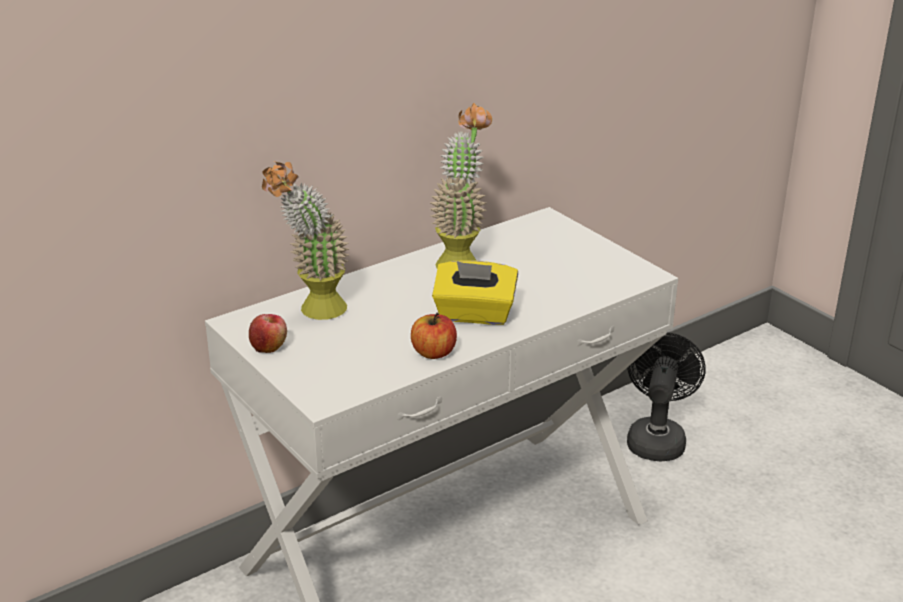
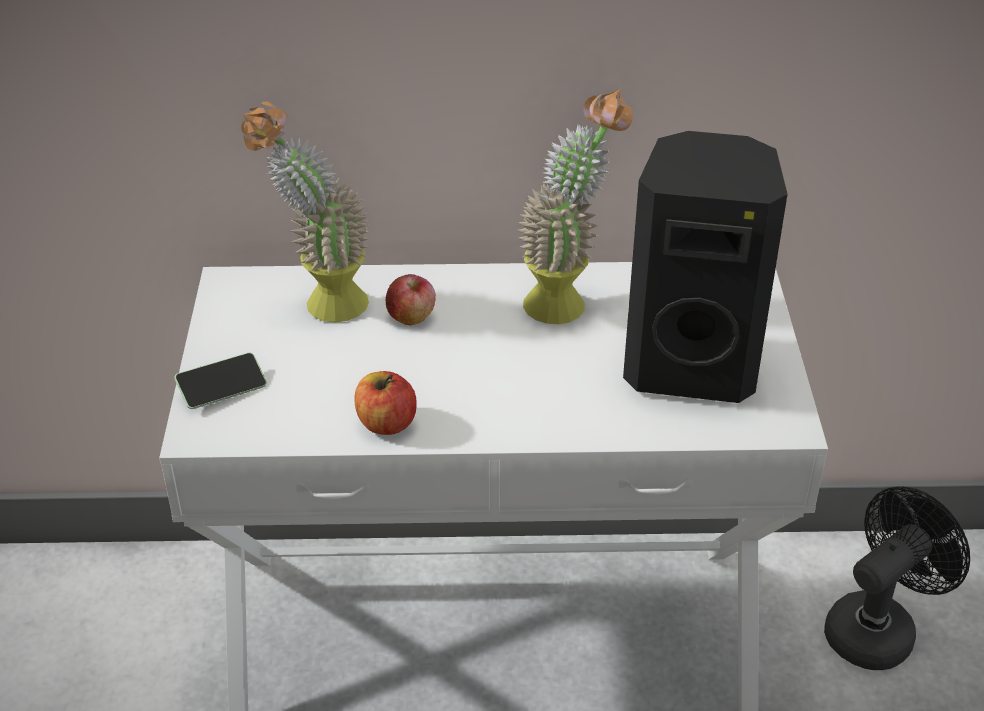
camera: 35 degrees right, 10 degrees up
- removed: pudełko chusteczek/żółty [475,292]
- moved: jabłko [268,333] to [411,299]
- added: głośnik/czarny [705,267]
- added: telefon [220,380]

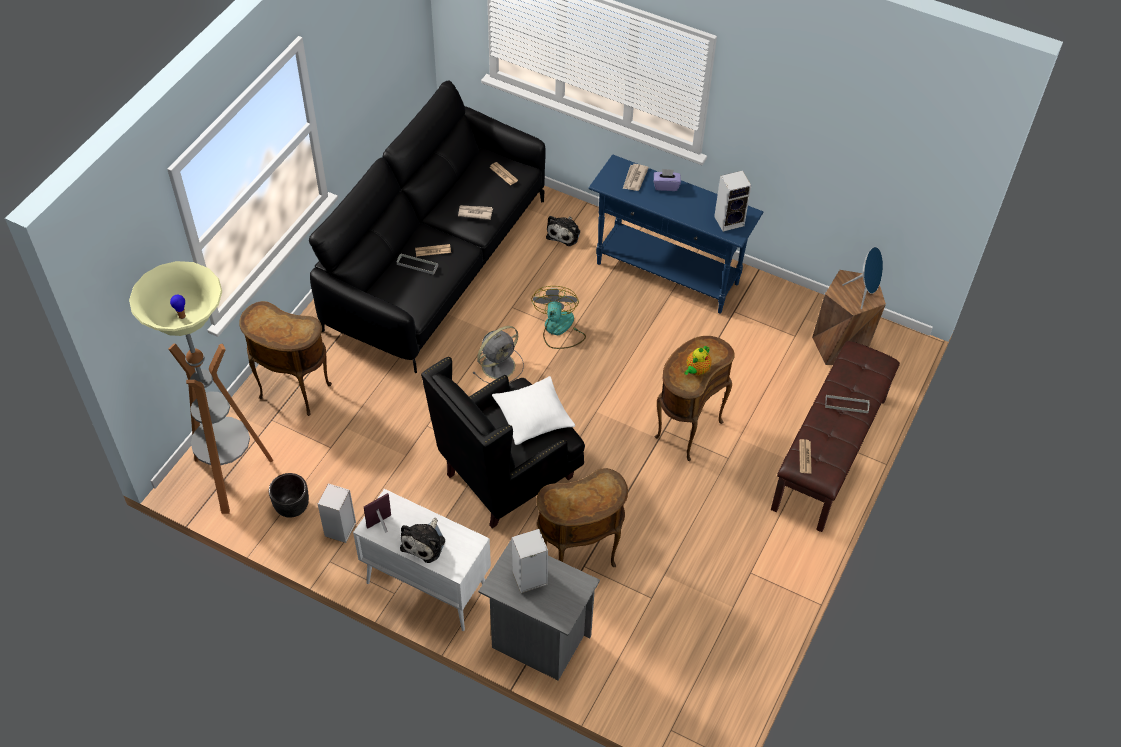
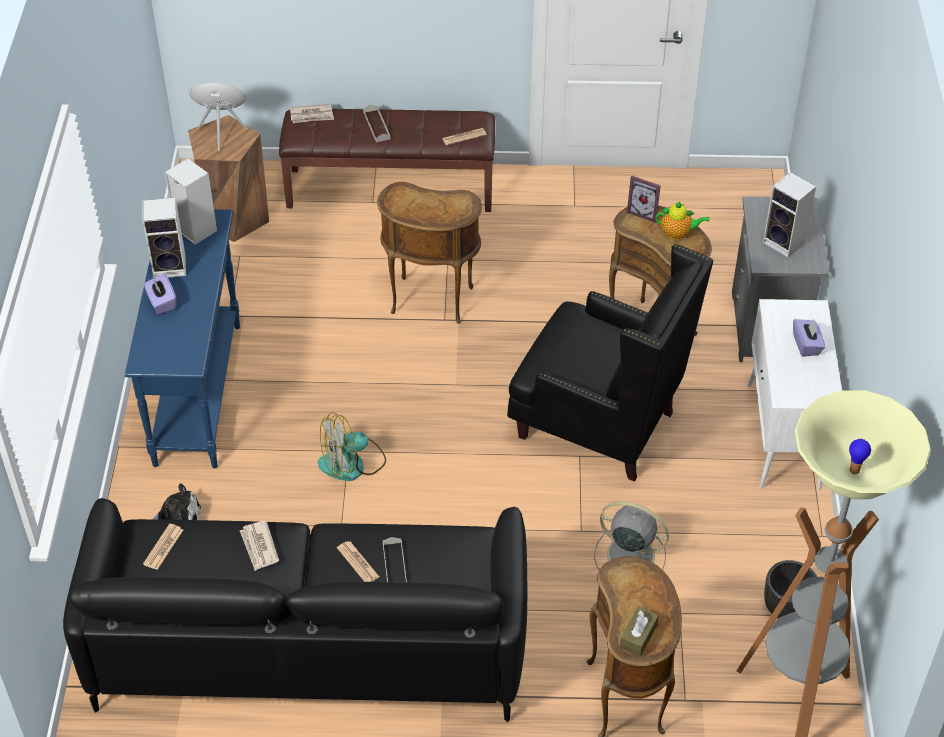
camera: 115 degrees left, 5 degrees down
- moved: gazeta [636,177] to [312,113]
- moved: wentylator/szary [498,355] to [631,535]
- moved: imbryk [698,360] to [682,221]
- removed: poduszka/biały [533,410]
- moved: głośnik [337,513] to [164,238]
- moved: ramka na zdjęcie [377,513] to [644,199]
- replaced: pluszak [422,540] to pudełko chusteczek/fioletowy [809,338]
- added: pudełko chusteczek/brązowy [639,631]

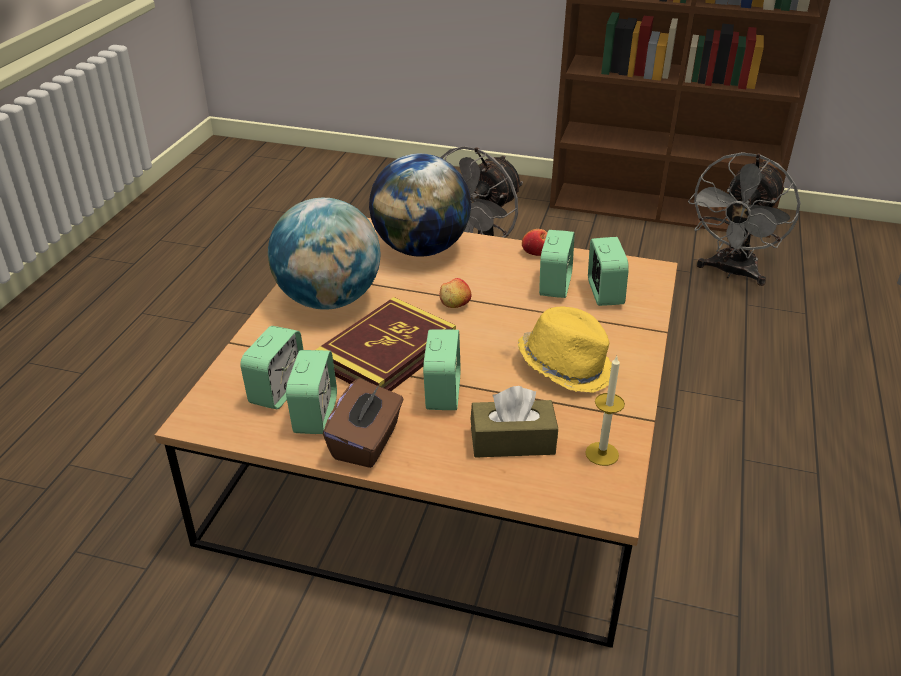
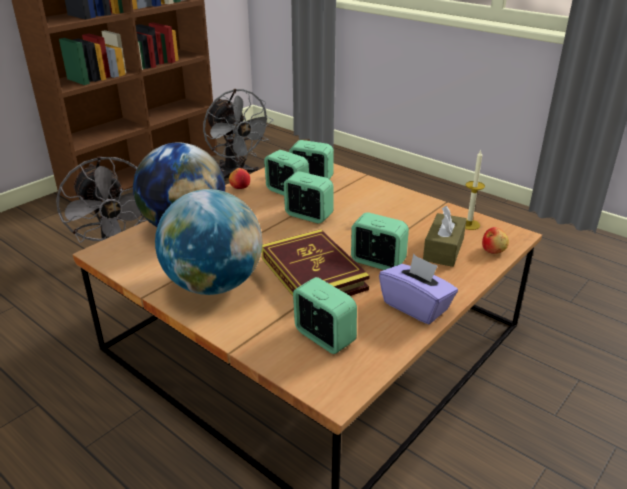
camera: 65 degrees left, 5 degrees down
- moved: jabłko [455,293] to [495,240]
- removed: kapelusz/żółty [565,349]
- moved: budzik [311,392] to [308,197]
- recoloured: pudełko chusteczek/brązowy [363,423] to pudełko chusteczek/fioletowy [418,289]

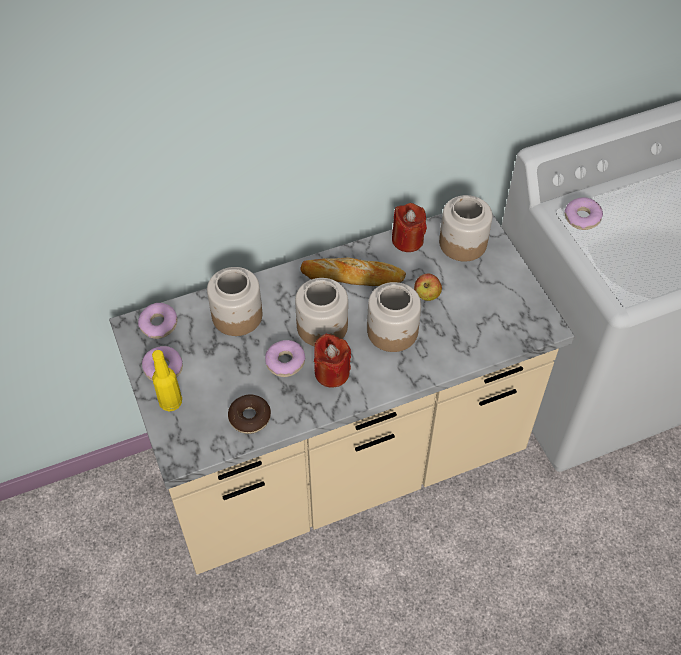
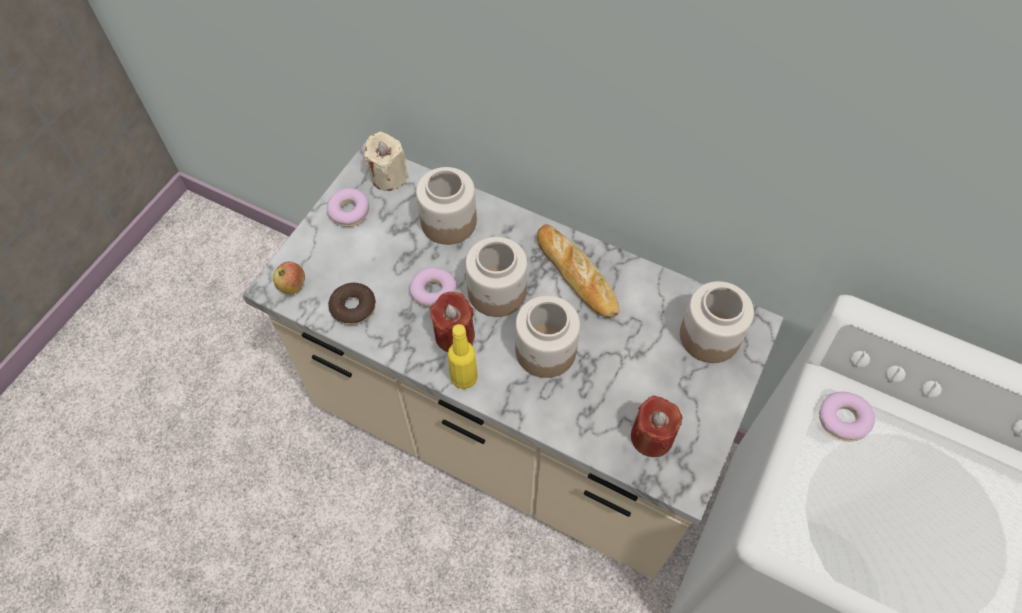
camera: 50 degrees right, 5 degrees up
- moved: świeca/czerwony [409,227] to [656,426]
- moved: jabłko [428,287] to [289,278]
- replaced: donut [157,321] to świeca/beżowy [386,161]
- moved: butelka/żółty [167,380] to [463,356]

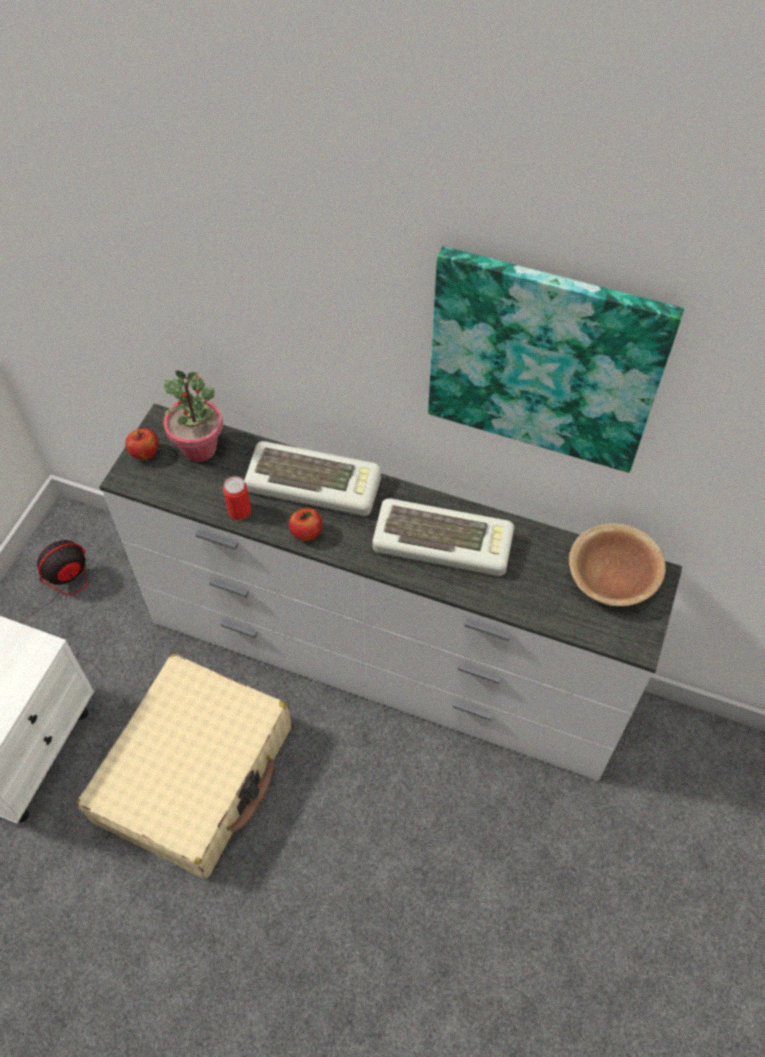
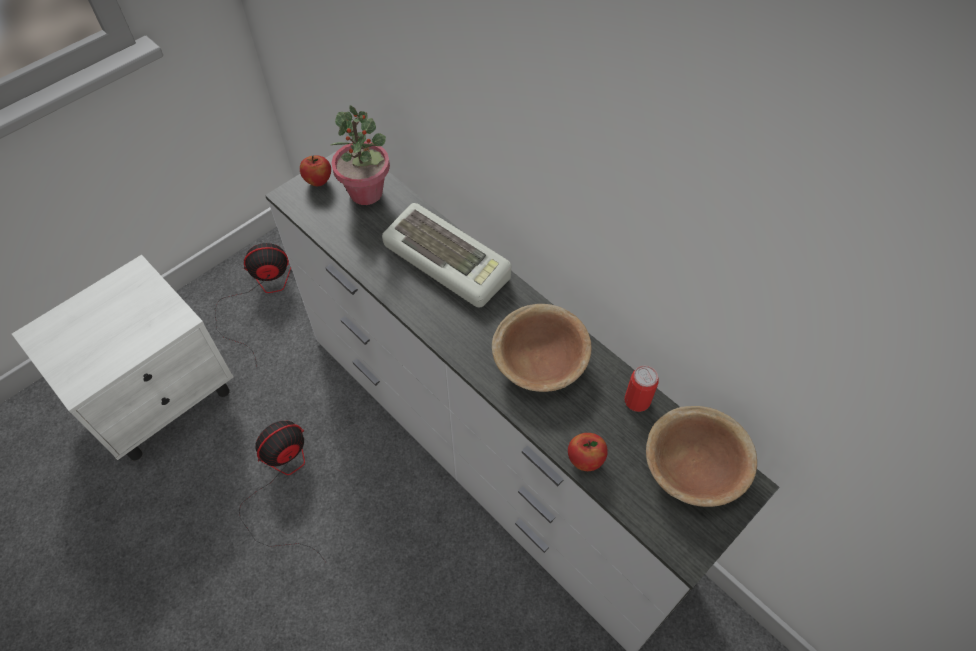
camera: 25 degrees right, 0 degrees up
- removed: obraz [556,359]
- moved: puszka [237,498] to [642,389]
- replaced: klawiatura [443,537] to miska/brązowy [542,348]
- moved: jabłko [305,524] to [588,452]
- replaced: walizka/beżowy [184,766] to wentylator [282,492]

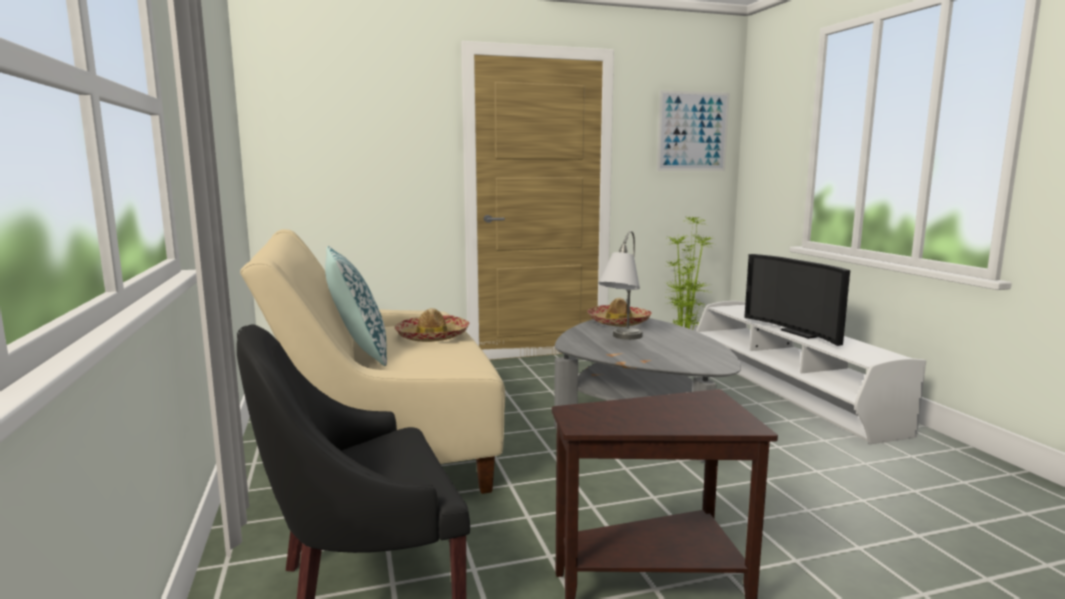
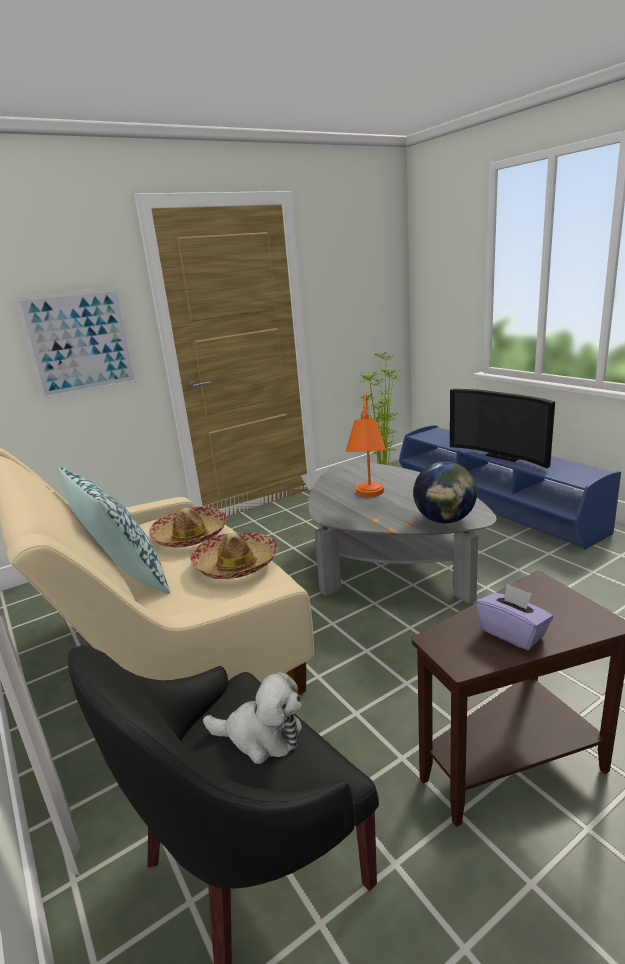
camera: 15 degrees left, 10 degrees up
- moved: obraz [693,130] to [76,344]
- recoloured: lampa stołowa/szary [620,285] to lampa stołowa/pomarańczowy [365,445]
- moved: kapelusz [619,312] to [234,555]
- recoloured: szafka pod telewizor/biały [811,372] to szafka pod telewizor/niebieski [510,487]
- added: globus [445,492]
- added: pudełko chusteczek/fioletowy [514,616]
- added: pluszak [252,718]

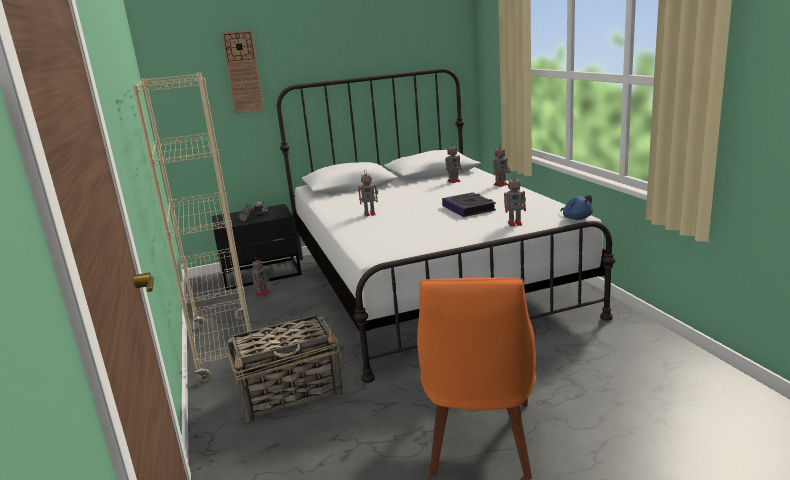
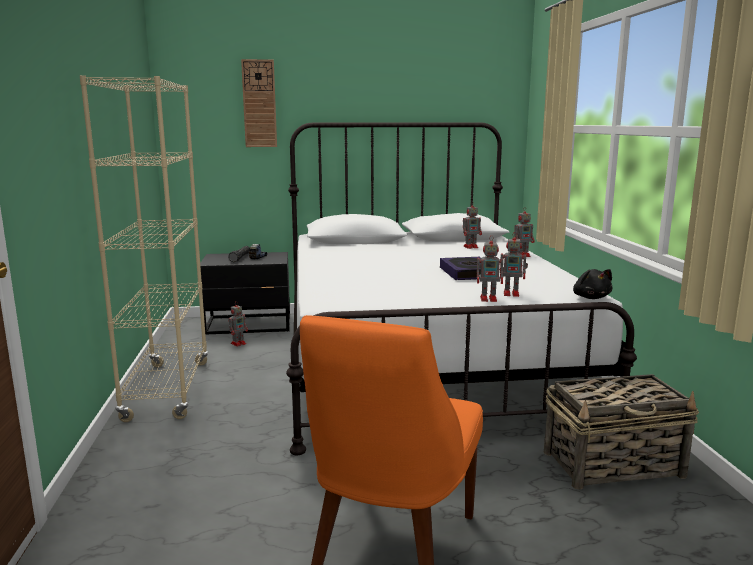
camera: 10 degrees right, 5 degrees down
- moved: robot zabawkowy [368,193] to [491,268]
- recoloured: pluszak/niebieski [577,207] to pluszak/czarny [592,284]
- moved: koszyk [285,368] to [621,432]

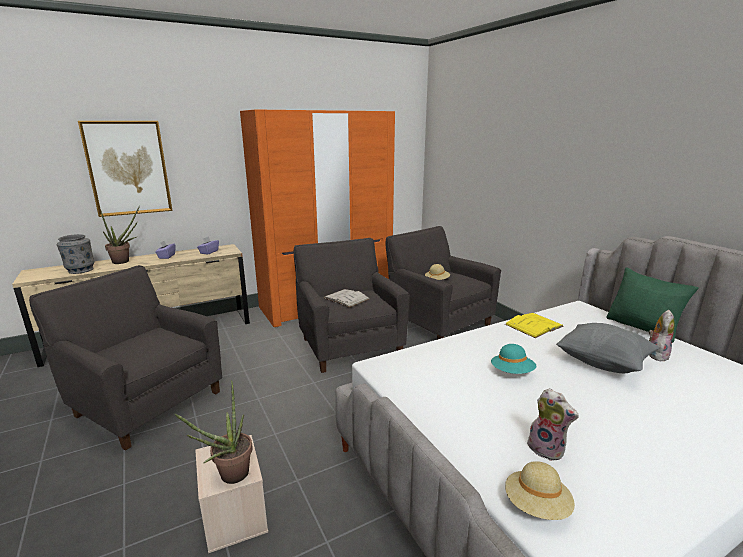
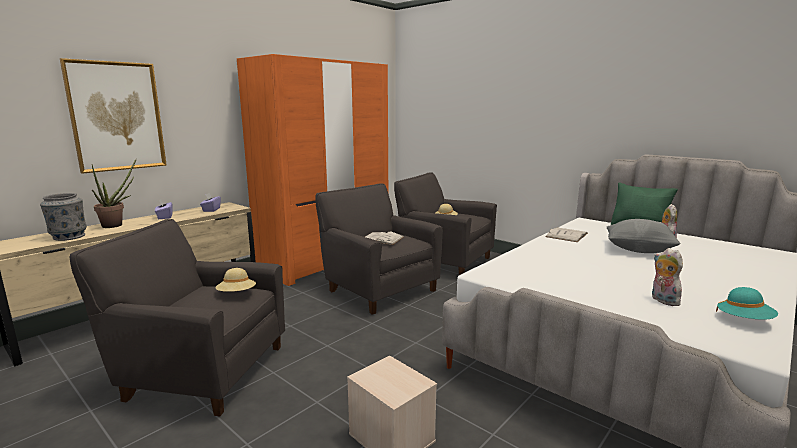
camera: 20 degrees left, 5 degrees down
- recoloured: książka/żółty [534,325] to książka/biały [567,234]
- moved: kapelusz/turkusowy [514,359] to [747,303]
- removed: roślina doniczkowa [214,432]
- turned: pluszak [553,424] = [667,277] 135 degrees counterclockwise
- moved: kapelusz/beżowy [540,490] to [235,280]

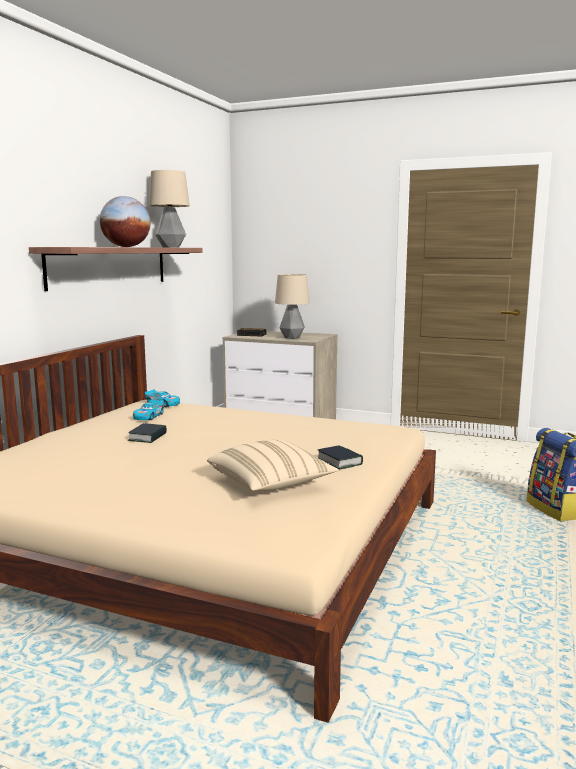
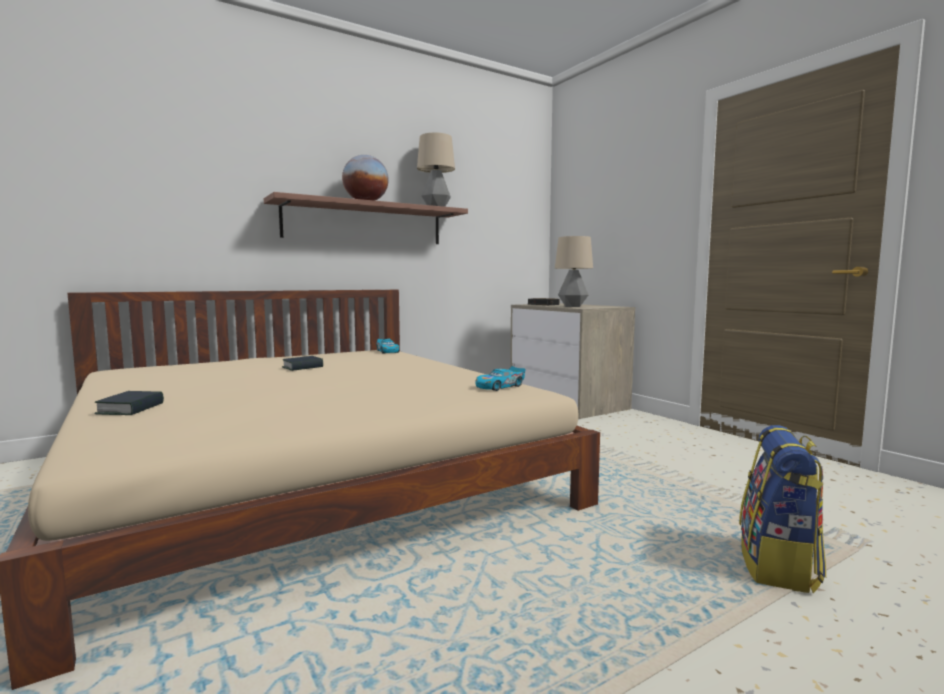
camera: 35 degrees right, 5 degrees down
- moved: samochodzik [148,409] to [500,378]
- removed: poduszka/beżowy [272,465]
- moved: książka [340,457] to [129,403]

